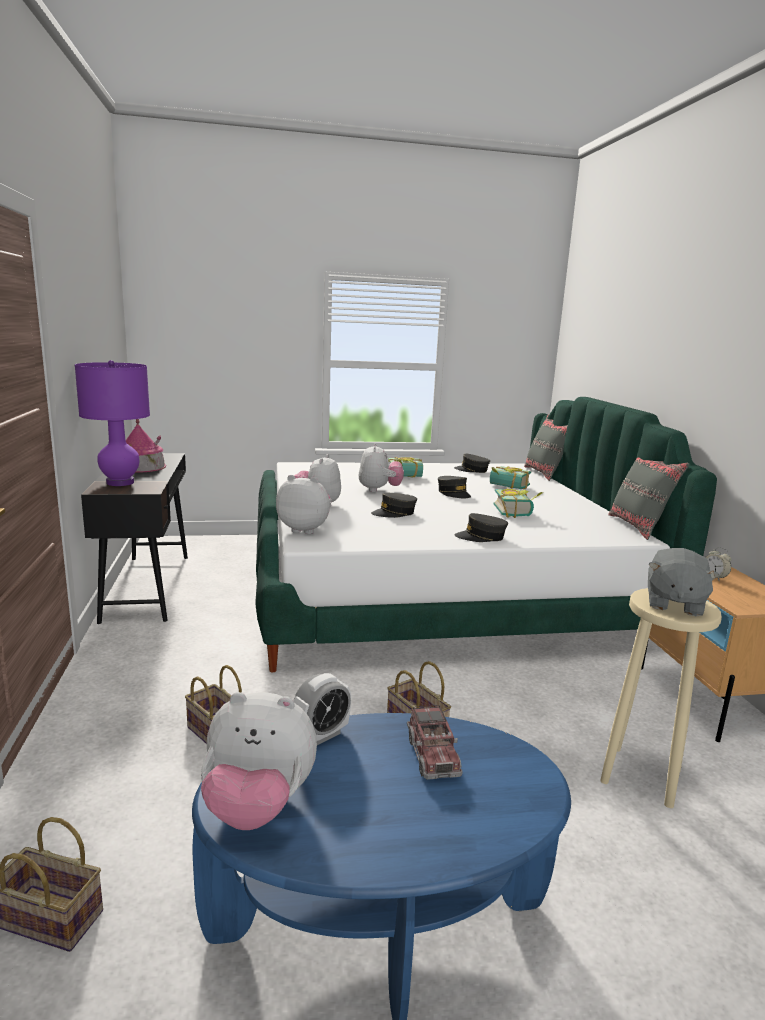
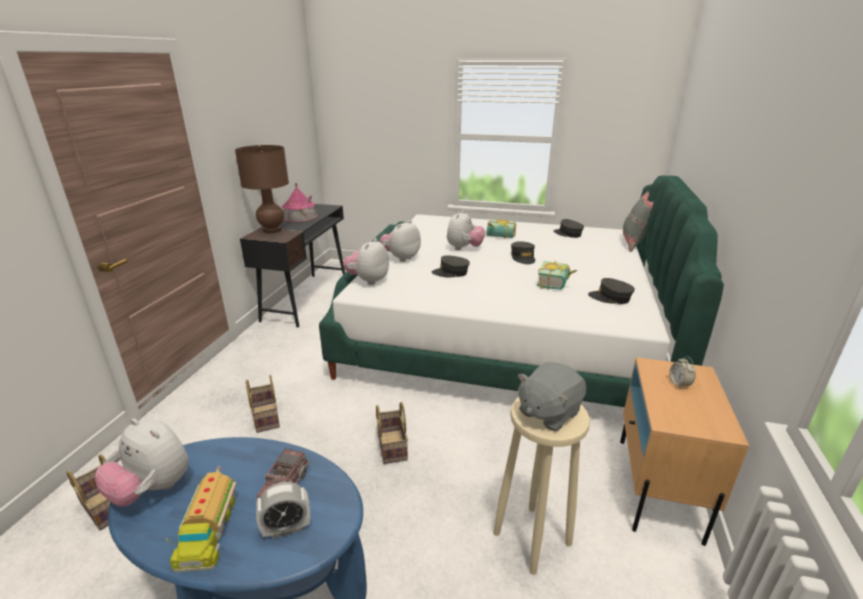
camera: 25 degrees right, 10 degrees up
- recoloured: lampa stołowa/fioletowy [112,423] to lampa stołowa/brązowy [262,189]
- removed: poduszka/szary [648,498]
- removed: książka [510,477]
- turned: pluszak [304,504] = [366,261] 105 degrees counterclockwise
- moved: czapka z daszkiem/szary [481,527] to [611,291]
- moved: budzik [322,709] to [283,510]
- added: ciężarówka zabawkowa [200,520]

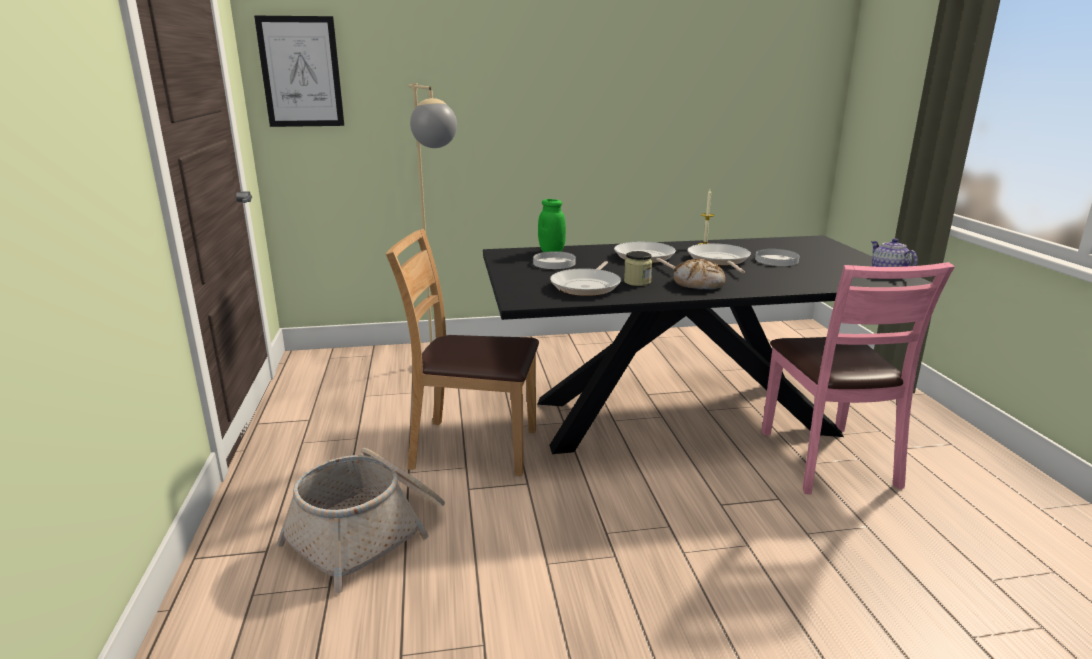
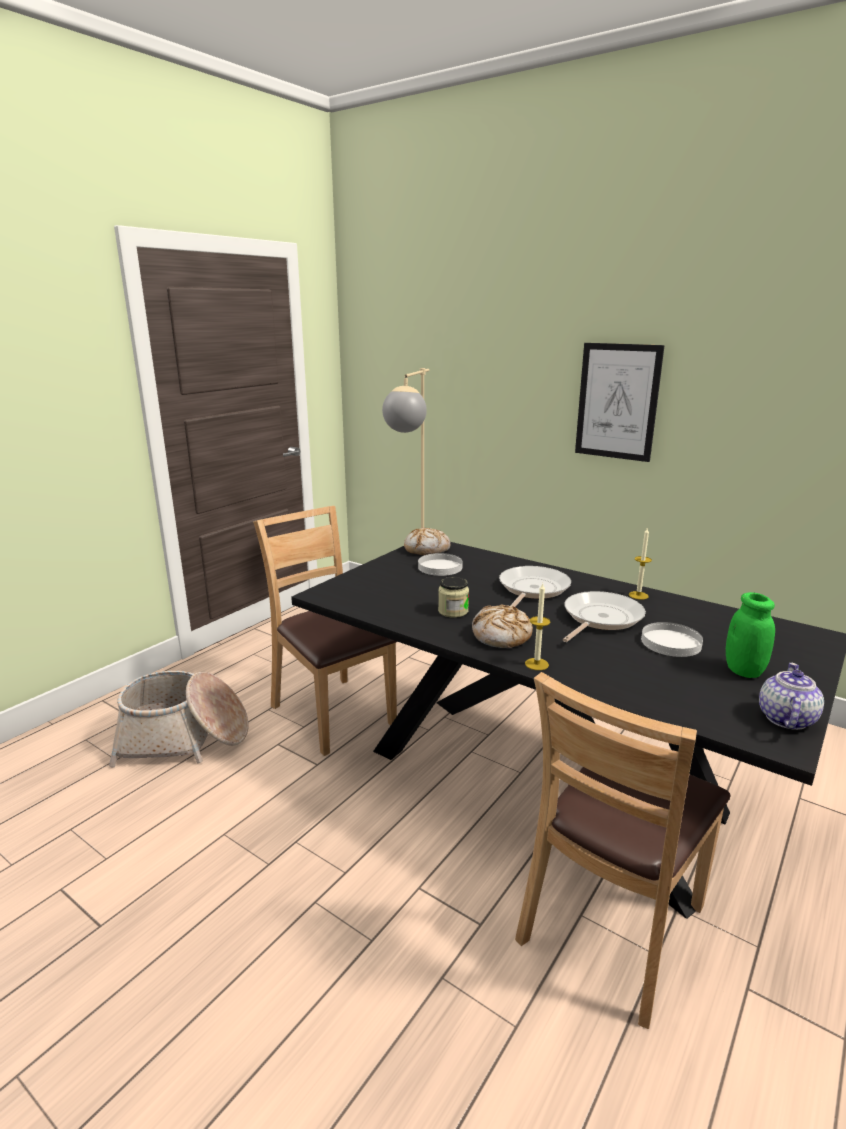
camera: 45 degrees right, 0 degrees up
- moved: obraz [299,71] to [620,402]
- moved: słoik/zielony [552,225] to [750,635]
- removed: patelnia [585,278]
- recoloured: krzesło/różowy [858,378] to krzesło/brązowy [622,850]
- added: chleb [427,541]
- added: świeca [537,626]

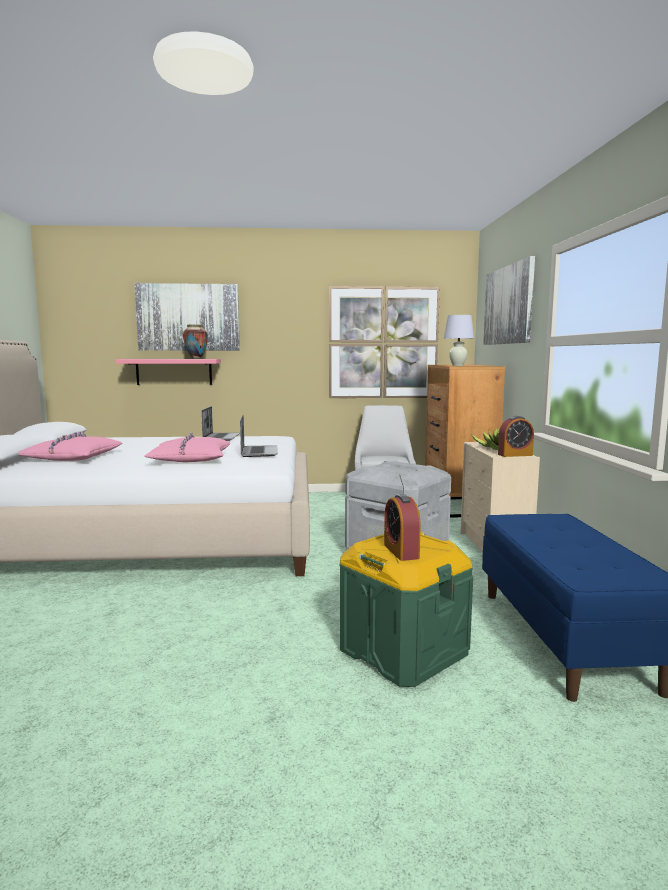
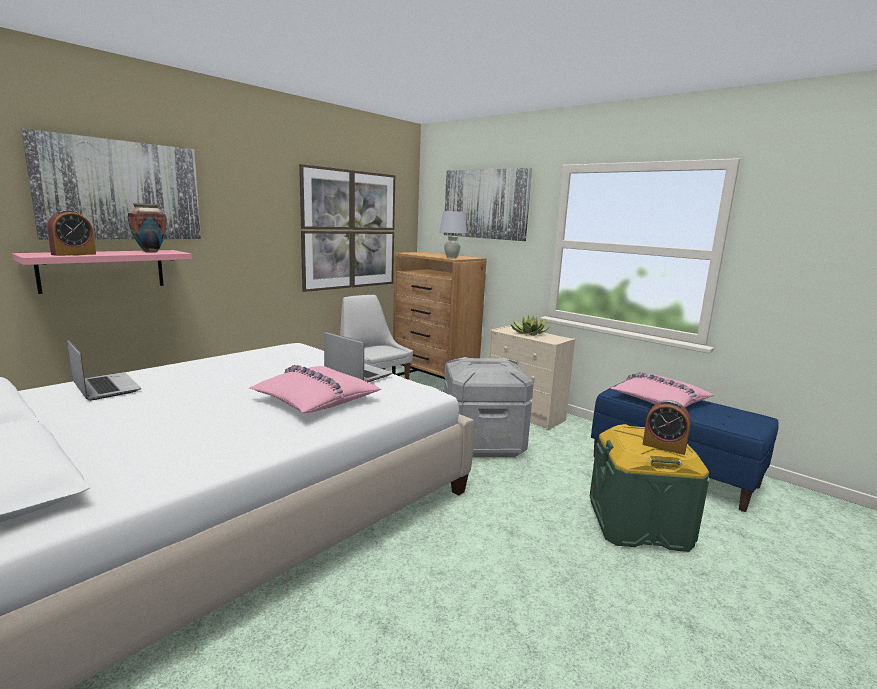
camera: 45 degrees left, 5 degrees up
- moved: laptop [220,423] to [104,370]
- moved: budzik [516,436] to [71,233]
- moved: poduszka/różowy [70,446] to [662,390]

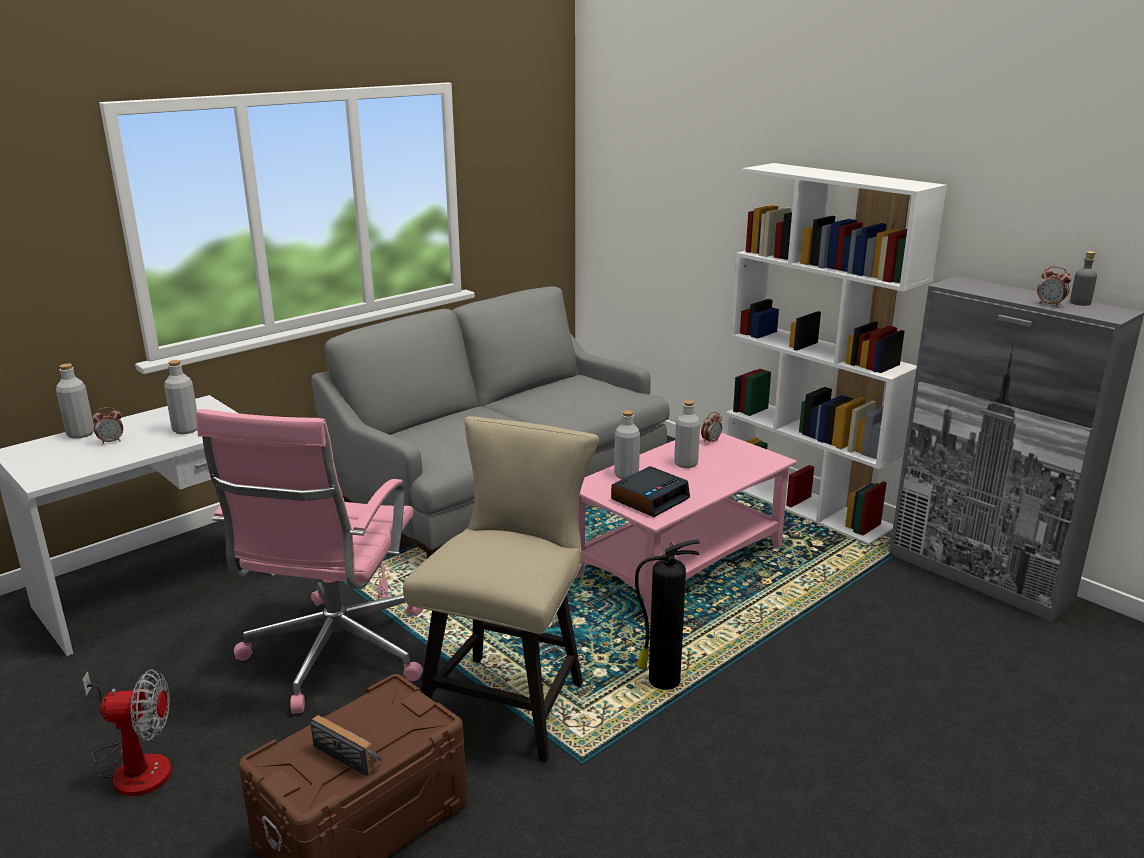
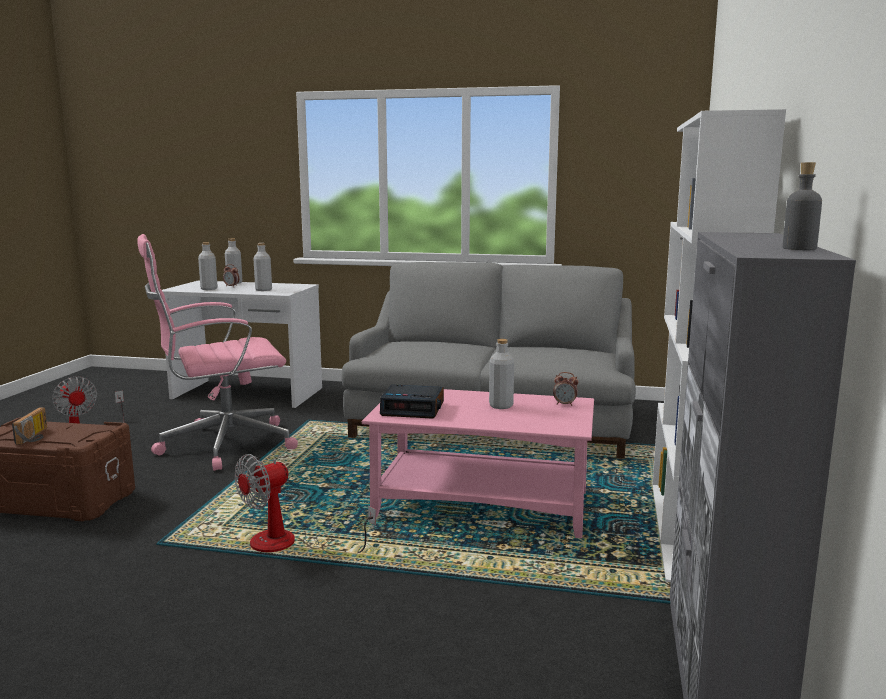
camera: 55 degrees right, 10 degrees down
- removed: budzik [1054,286]
- moved: butelka/szary [627,444] to [207,266]
- removed: krzesło/beżowy [501,589]
- replaced: gaśnica [667,614] to wentylator [305,504]

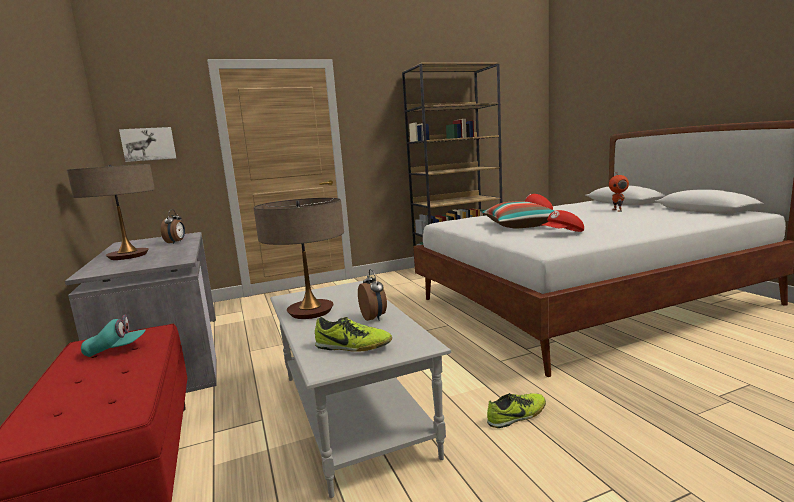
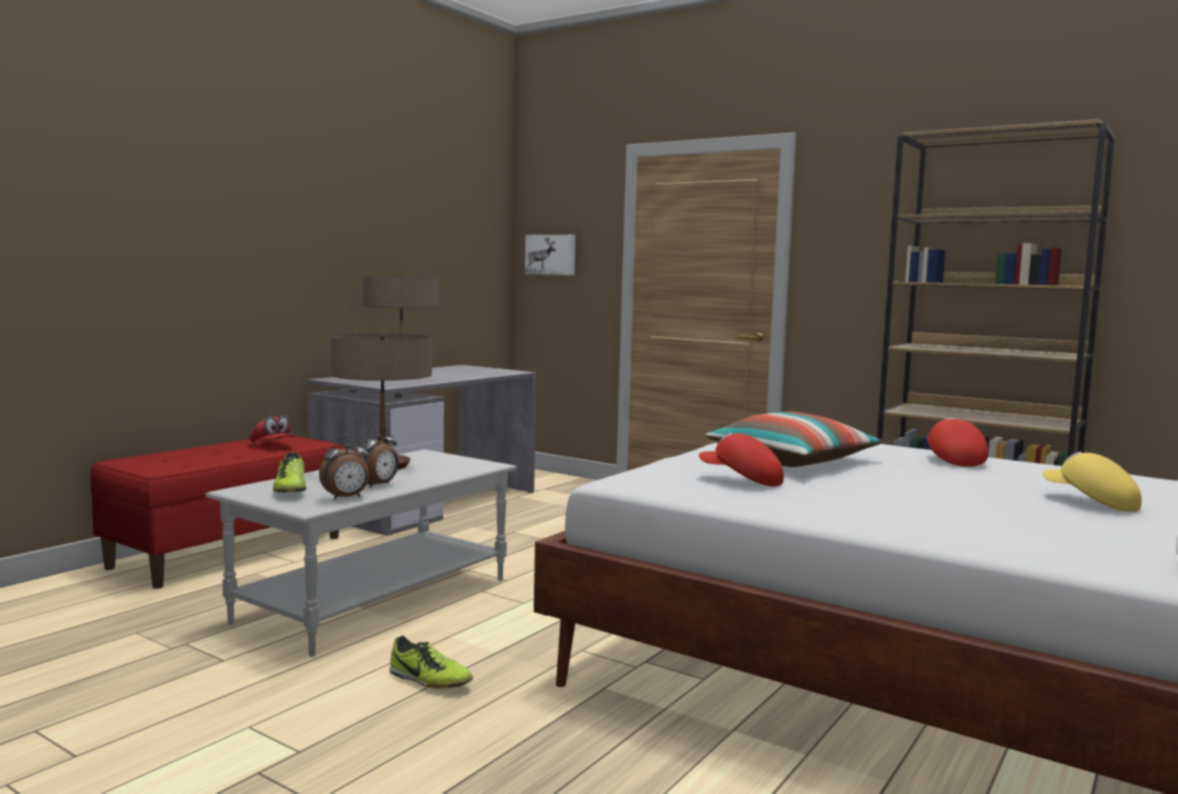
camera: 55 degrees right, 5 degrees down
- replaced: robot zabawkowy [619,192] to czapka z daszkiem/żółty [1092,482]
- moved: budzik [173,226] to [344,467]
- recoloured: czapka z daszkiem/turkusowy [113,336] to czapka z daszkiem/czerwony [272,429]

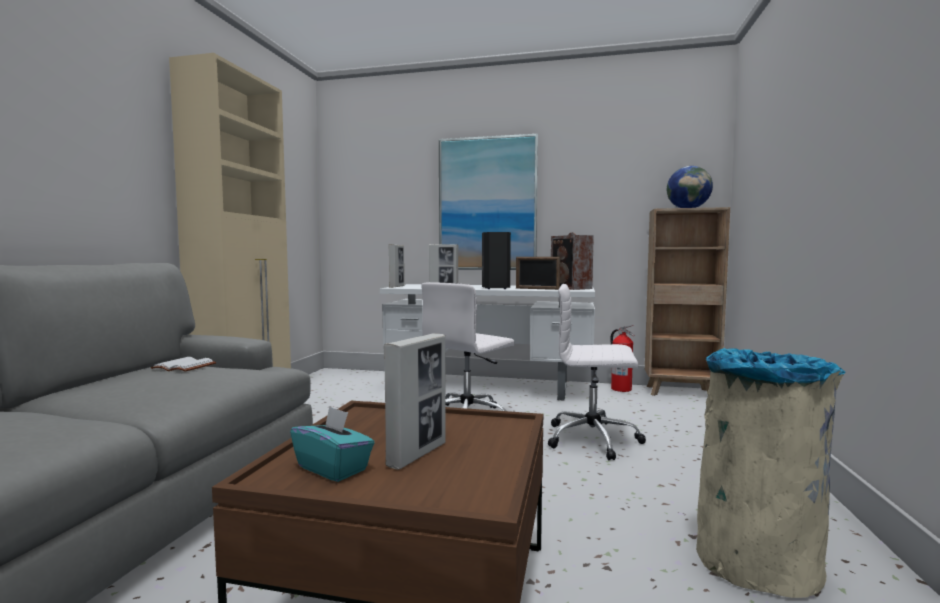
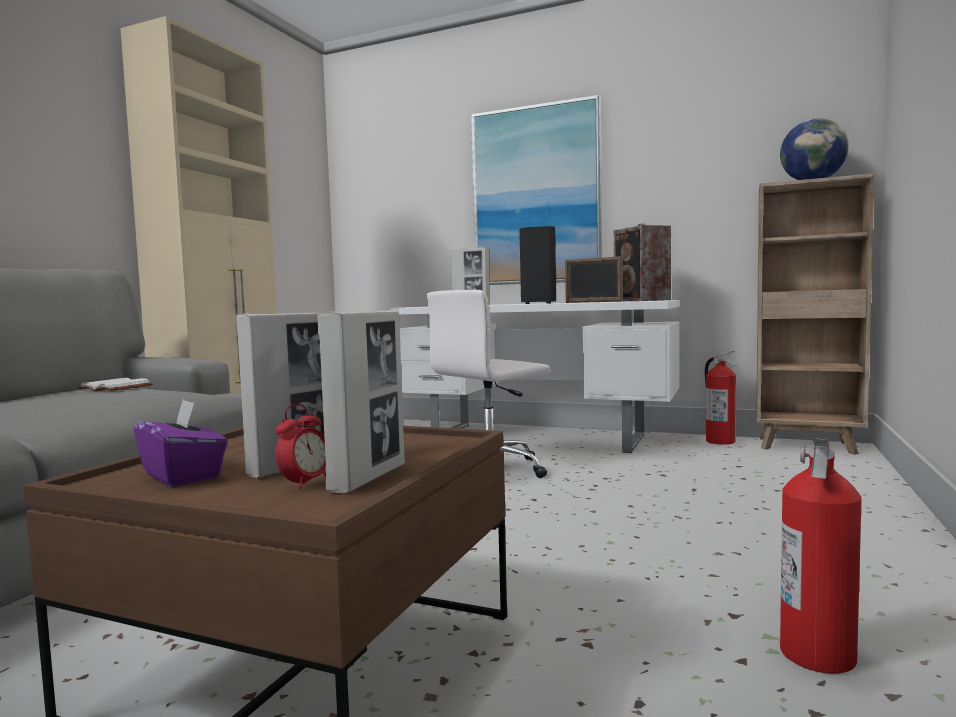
camera: 10 degrees right, 0 degrees up
- moved: ramka na zdjęcie [396,266] to [361,402]
- removed: krzesło biurowe/biały [597,372]
- replaced: kosz na śmieci/beżowy [771,473] to gaśnica [821,556]
- recoloured: pudełko chusteczek/turkusowy [332,444] to pudełko chusteczek/fioletowy [181,443]
- added: budzik [300,447]

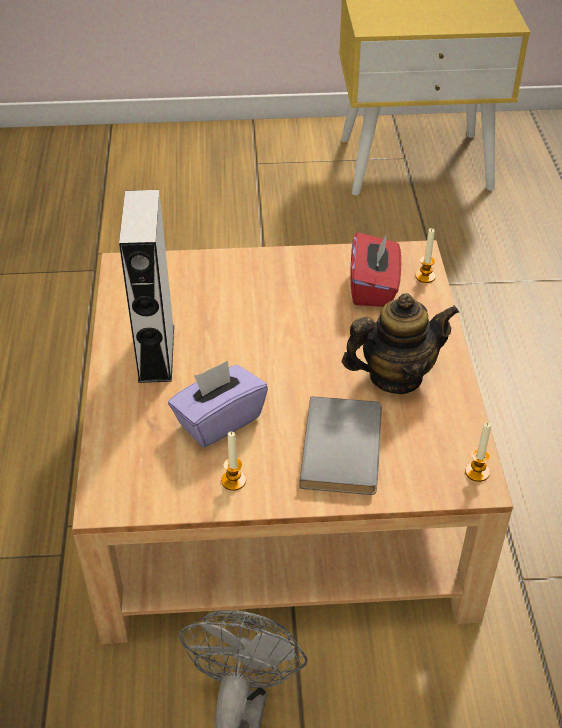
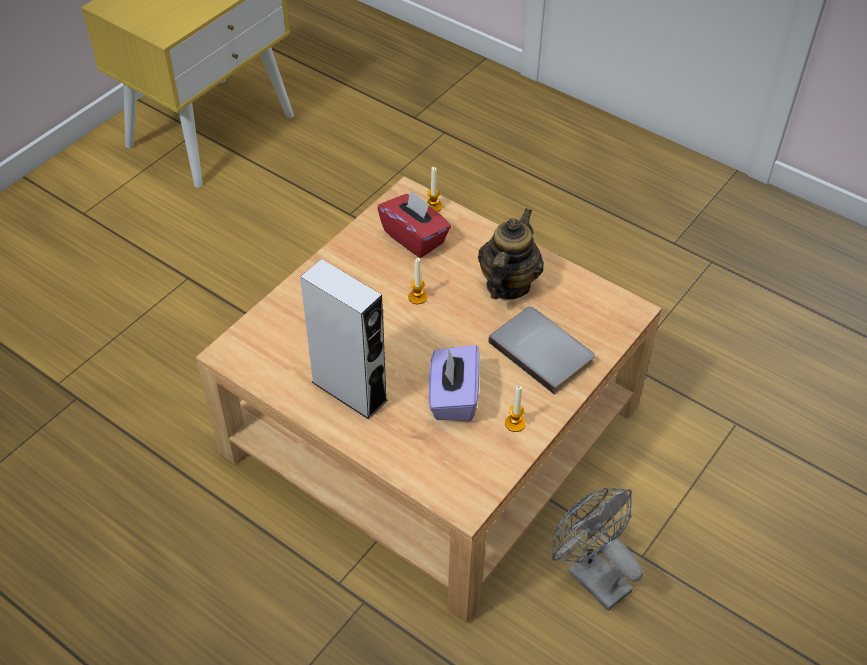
camera: 50 degrees left, 5 degrees up
- moved: świeca [478,452] to [417,281]

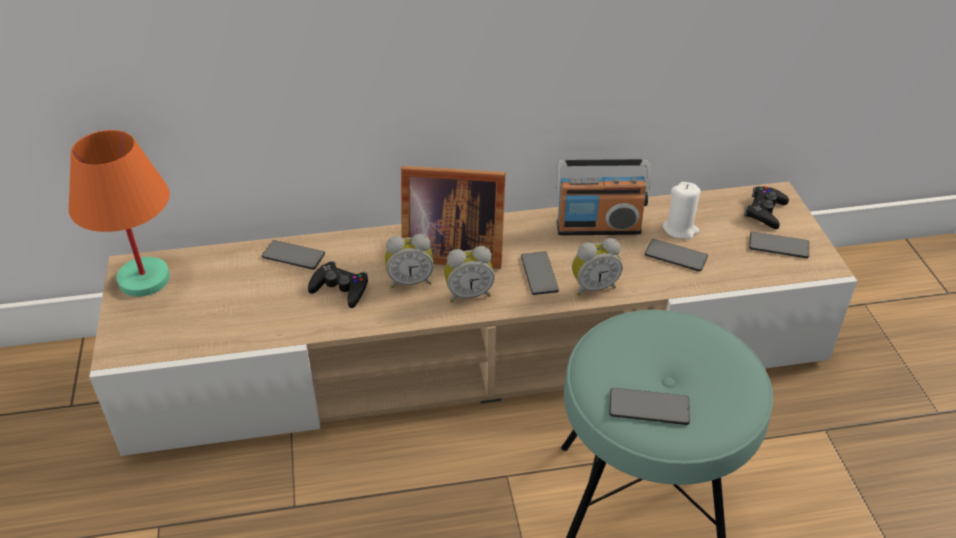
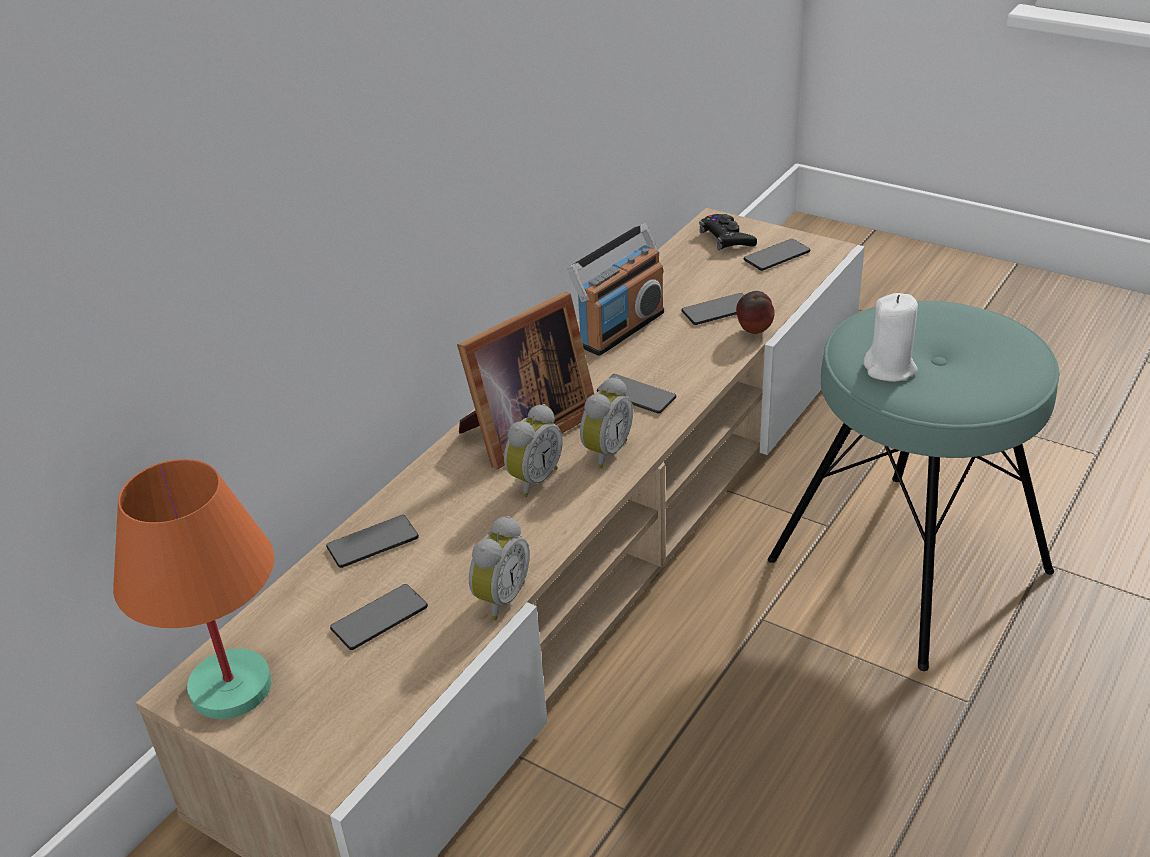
camera: 45 degrees left, 5 degrees down
- moved: świeca/biały [681,210] to [891,337]
- moved: budzik [597,267] to [499,568]
- removed: pad do gier/czarny [338,284]
- moved: telefon [649,406] to [379,617]
- added: jabłko [755,312]

